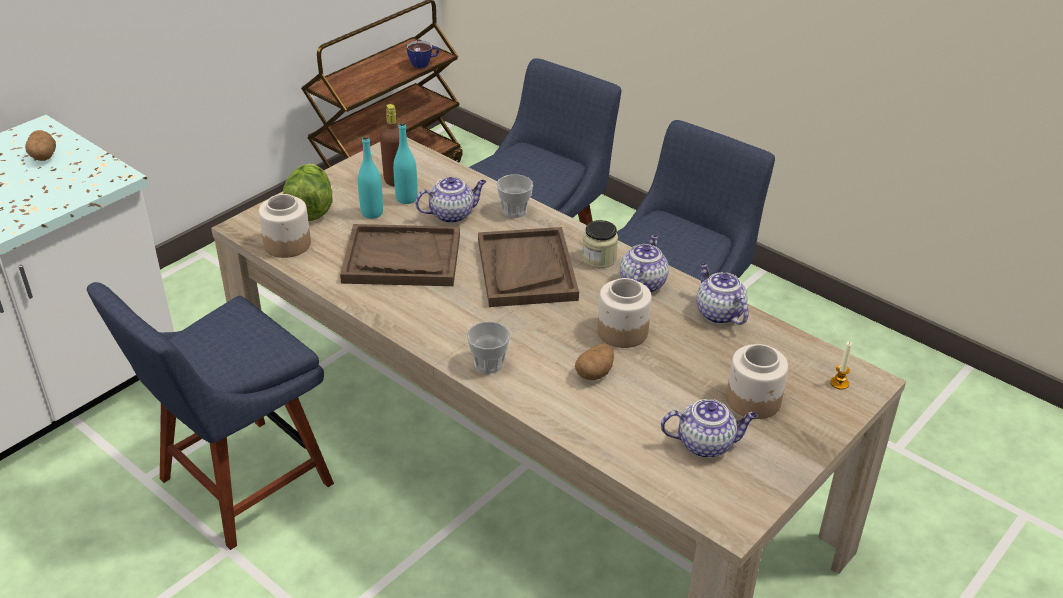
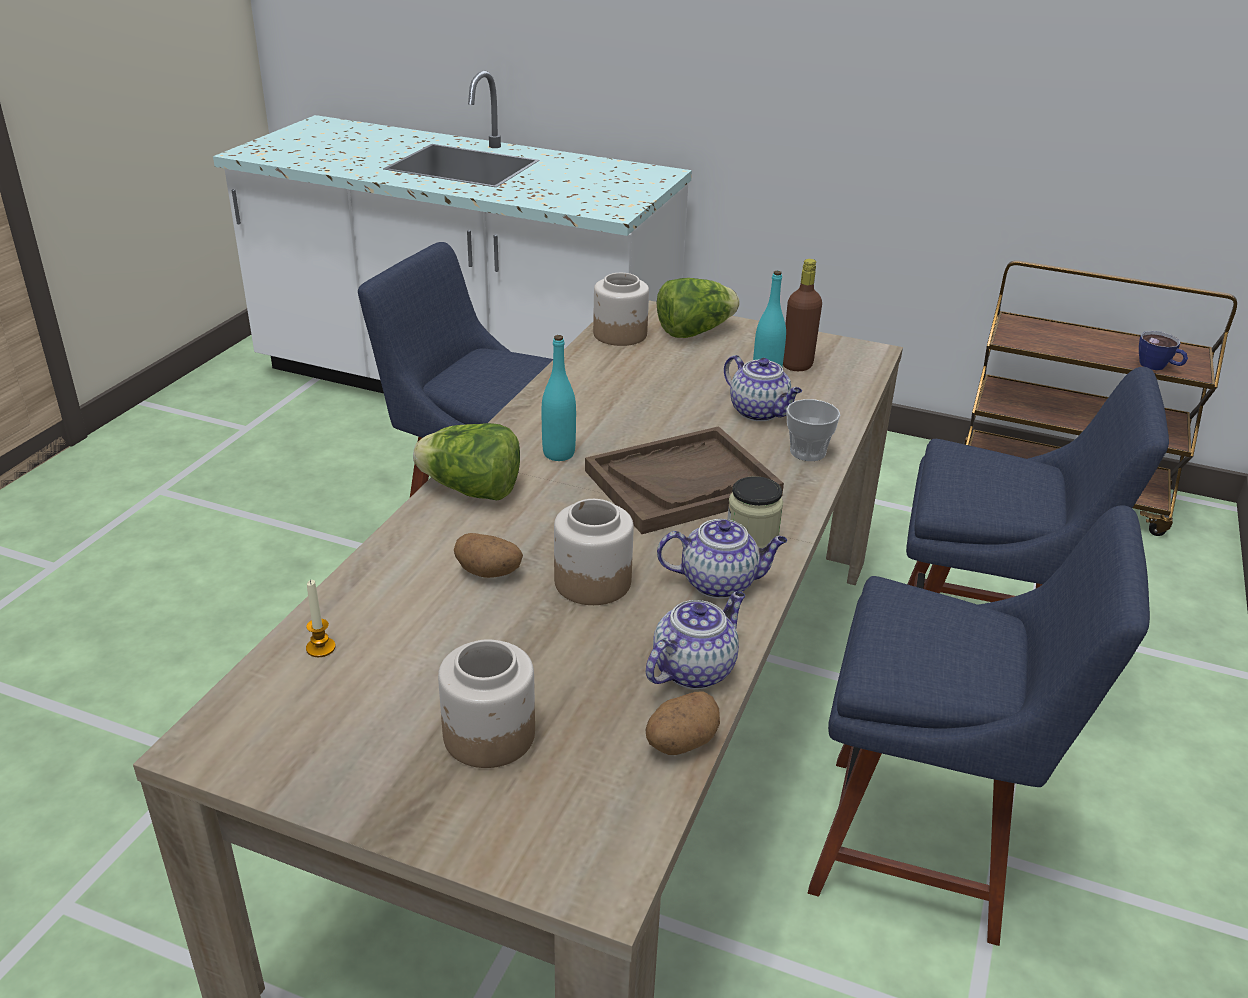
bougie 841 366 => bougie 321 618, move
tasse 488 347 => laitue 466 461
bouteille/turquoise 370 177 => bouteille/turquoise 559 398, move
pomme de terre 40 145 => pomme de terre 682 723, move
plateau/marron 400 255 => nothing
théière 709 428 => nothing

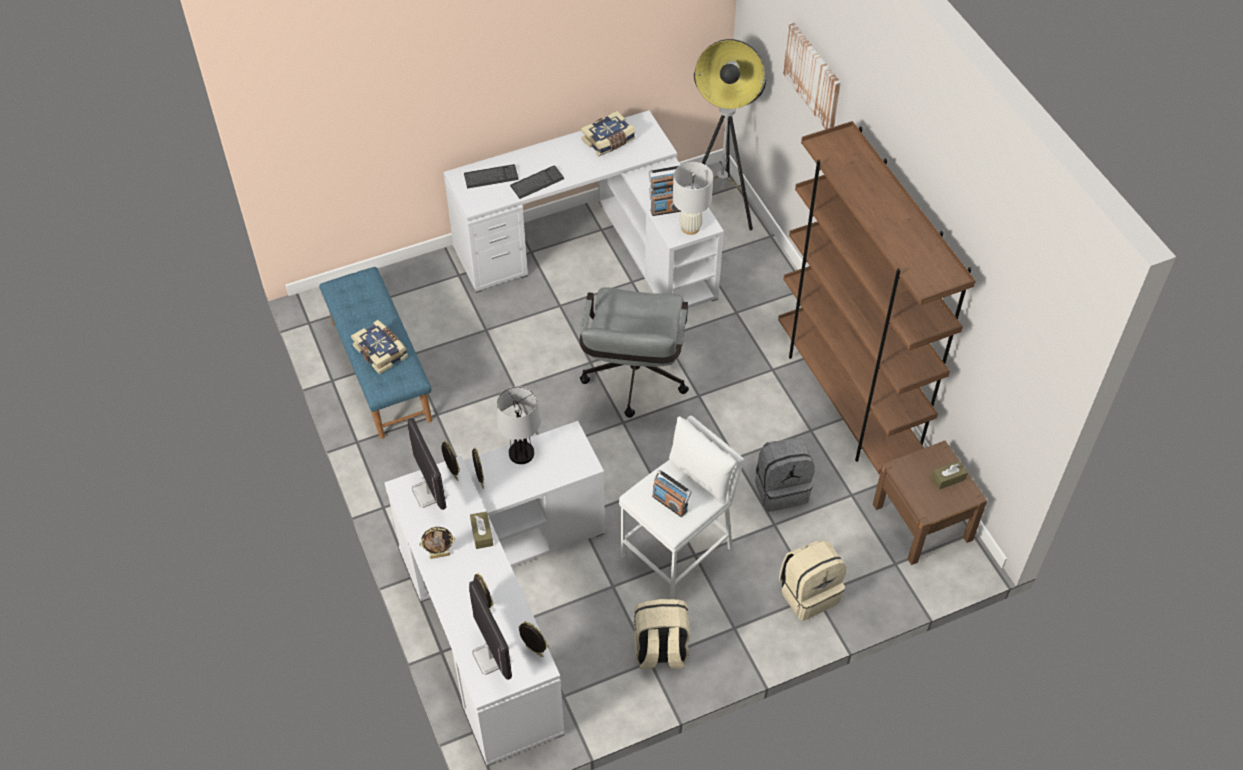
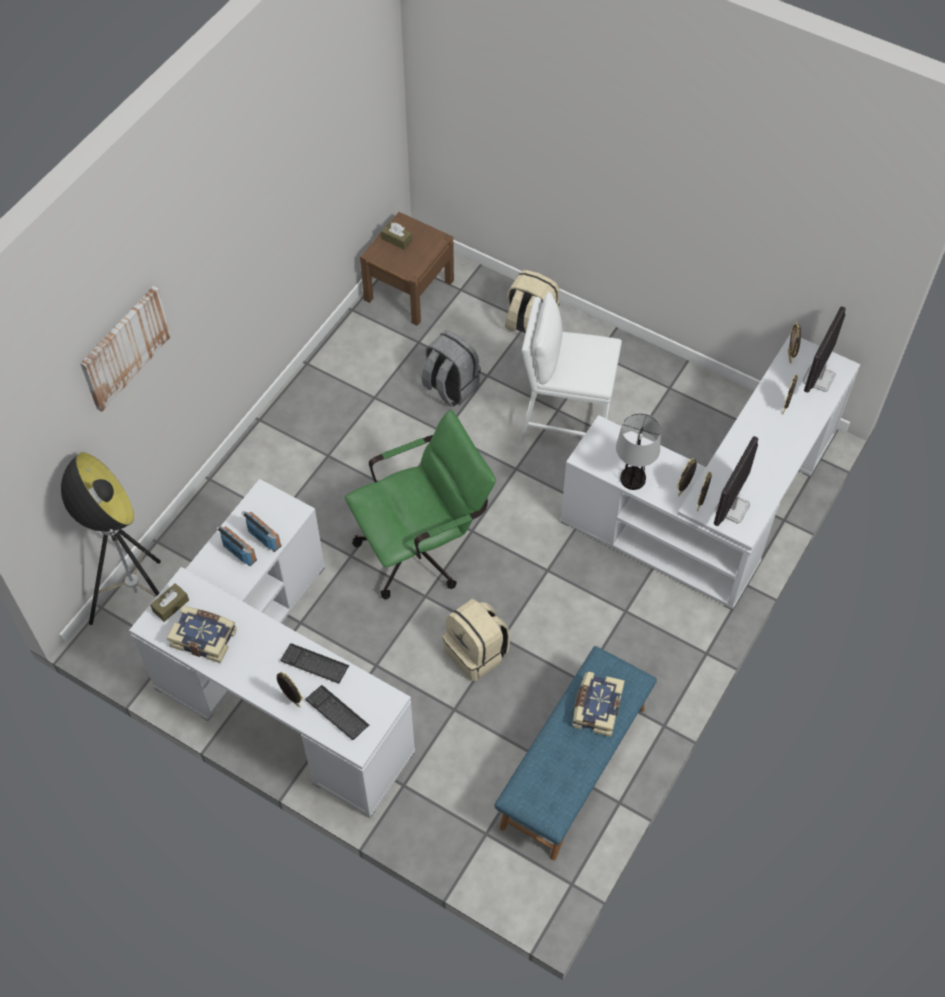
boîte à mouchoirs/marron 481 530 => boîte à mouchoirs/marron 169 602, move
cadre photo 437 543 => cadre photo 290 689, move
chaise de bureau/gris 634 352 => chaise de bureau/vert 420 504
sac à dos/beige 662 634 => sac à dos/beige 476 640, move
radio 671 493 => nothing
lampe de table/blanc 693 198 => nothing
bibliothèque/marron 877 297 => nothing

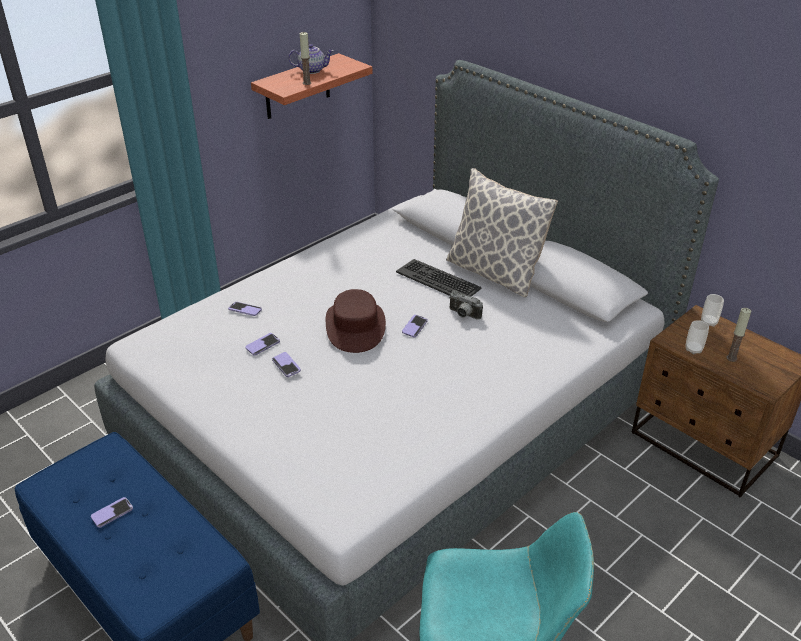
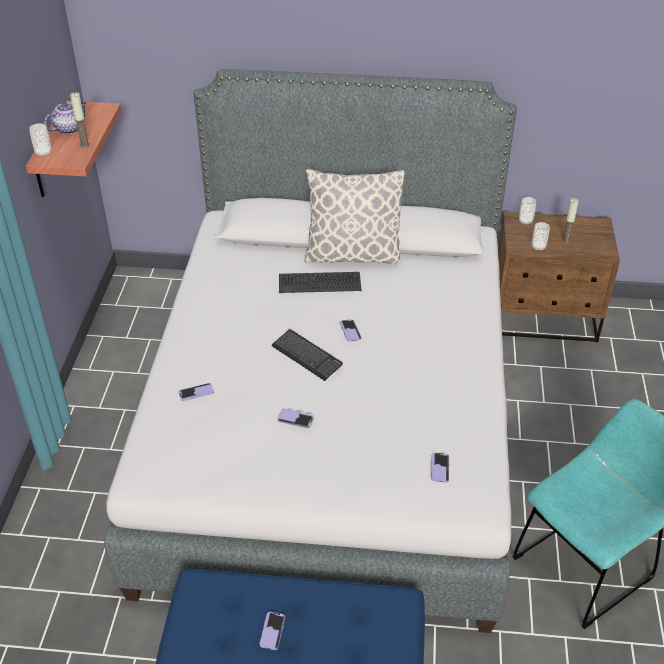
nothing => tasse 40 140
chapeau/marron 356 321 => clavier 307 355
téléphone 263 344 => téléphone 440 467, move
appareil photo 466 305 => nothing

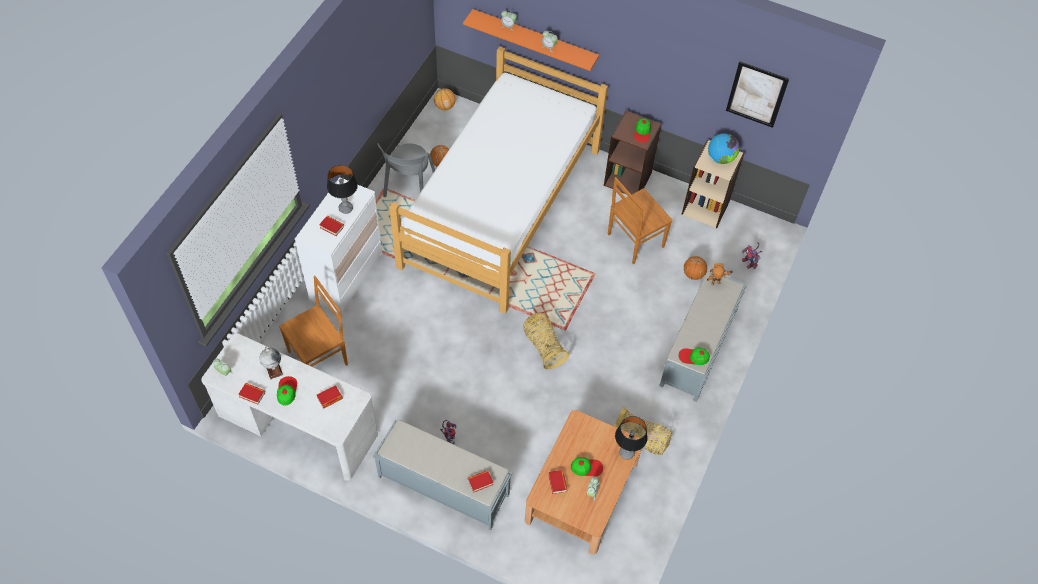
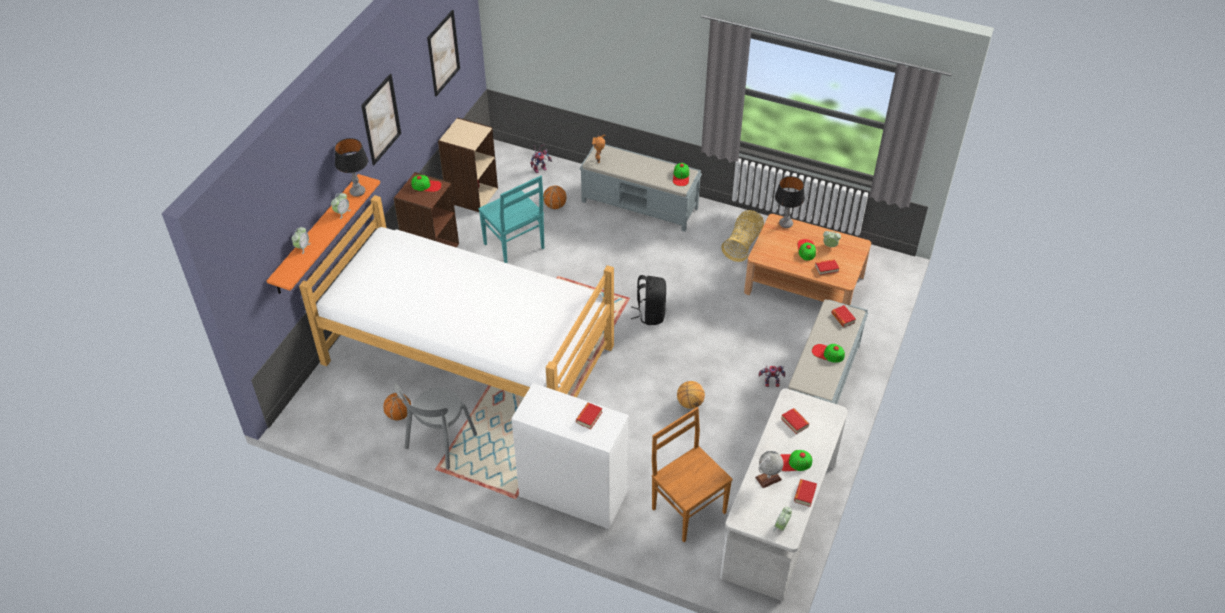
lampe de table 342 189 => lampe de table 351 167, move
nothing => tableau 381 119
chaise/gris 406 170 => chaise/gris 435 426, 105 degrees clockwise
chaise/marron 640 220 => chaise/turquoise 511 219
panier 546 341 => sac à dos/noir 648 300
ballon de basket 445 99 => ballon de basket 691 395, move
nothing => casquette 828 353
globe 723 149 => nothing

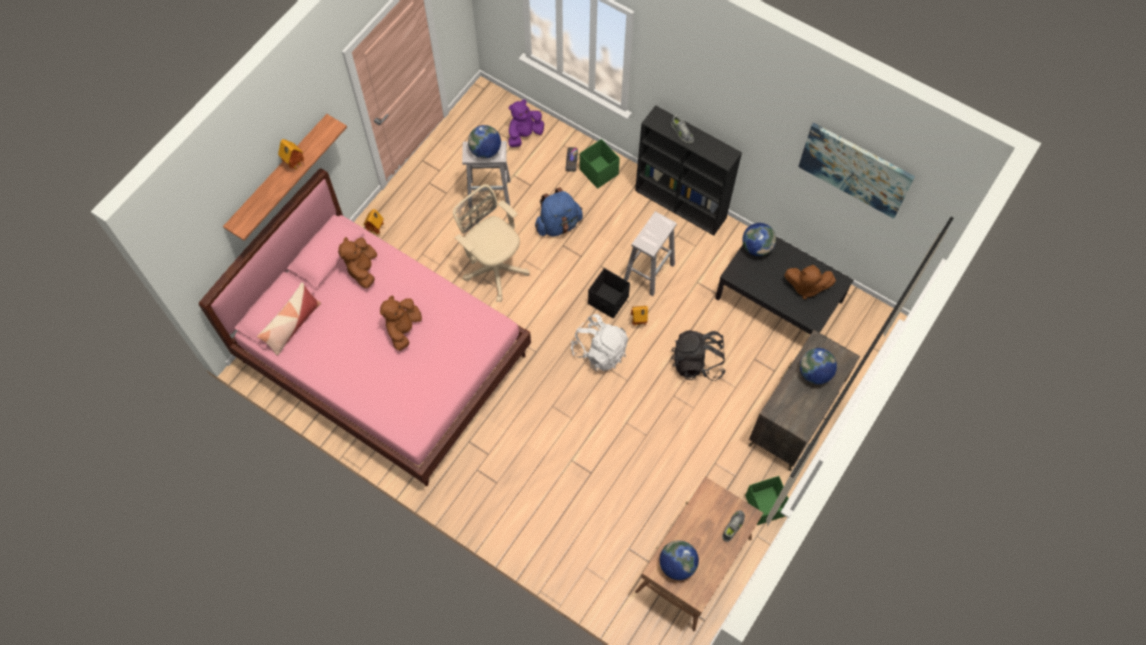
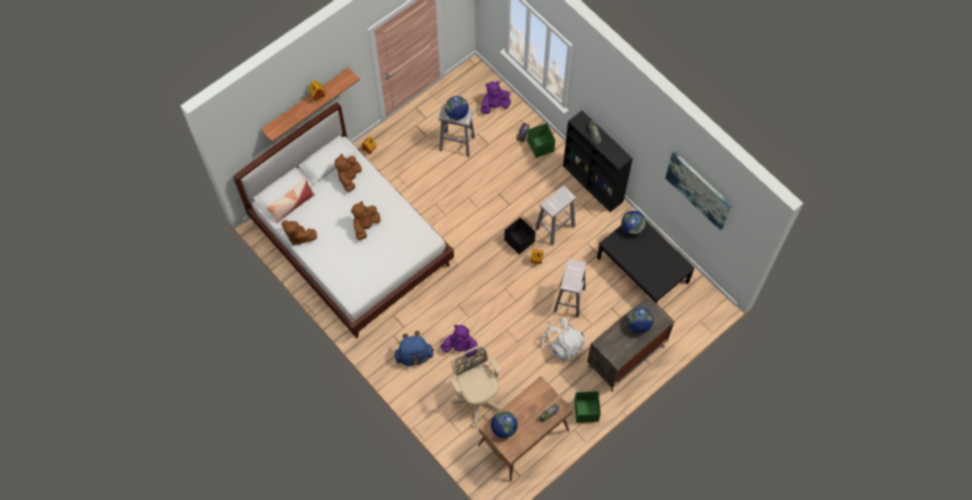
lit/rose 365 327 => lit/blanc 343 220
peluche/marron 810 282 => peluche/marron 299 232, move
sac à dos/bleu 559 212 => sac à dos/bleu 414 348, move
nothing => peluche/violet 459 339
chaise de bureau/beige 491 243 => chaise de bureau/beige 475 386, move
sac à dos/blanc 599 342 => sac à dos/blanc 563 339, move
sac à dos/noir 698 355 => tabouret/blanc 570 288

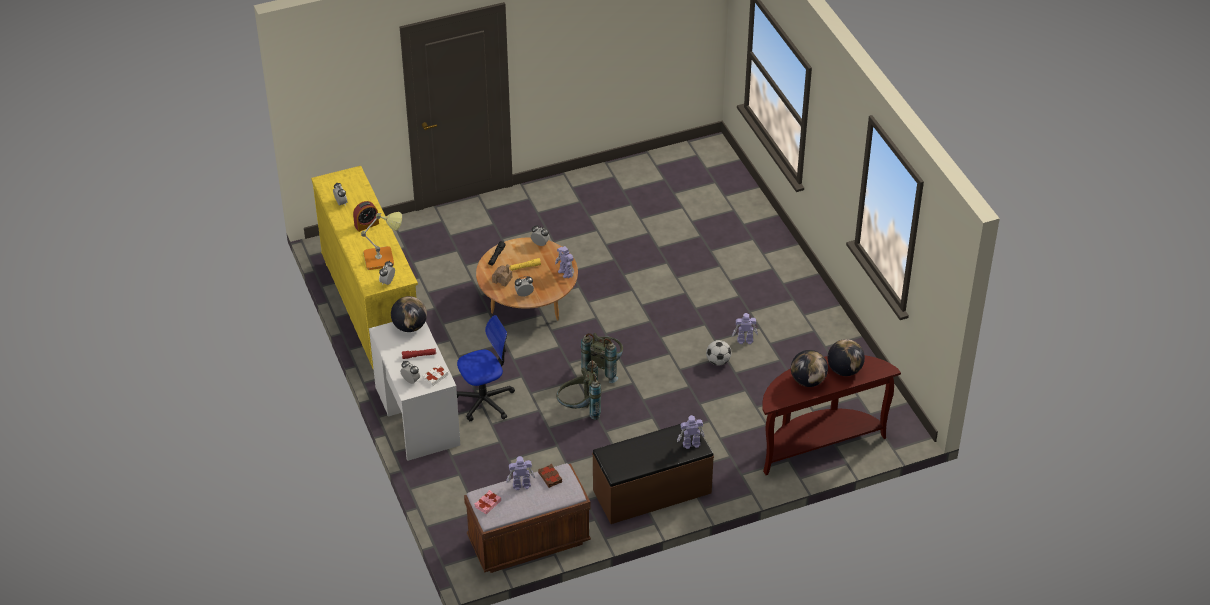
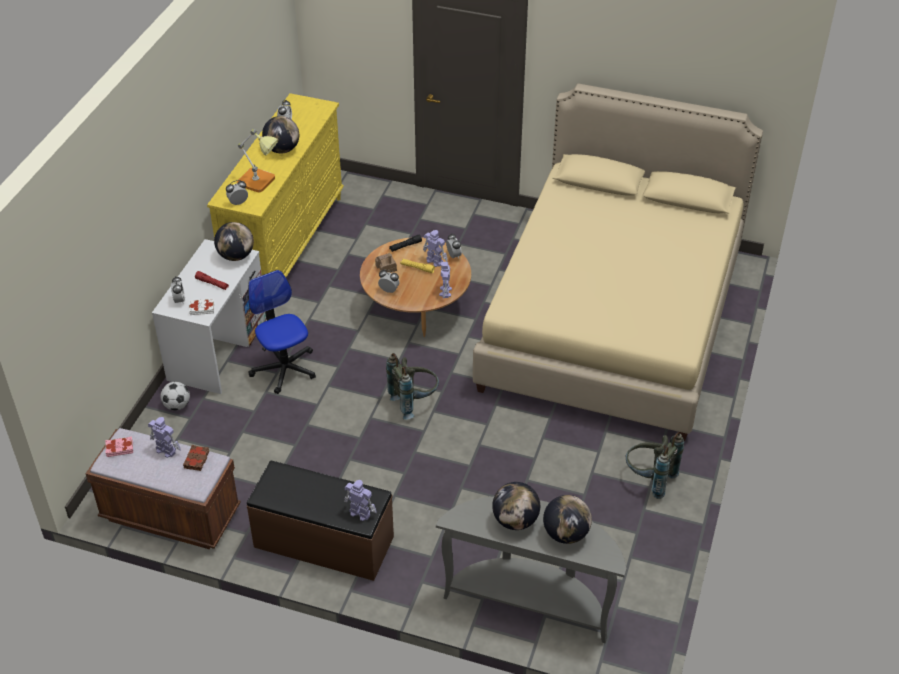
ballon de foot 718 353 => ballon de foot 175 396, move
chaise de bureau 486 368 => chaise de bureau 282 332, 135 degrees counterclockwise
réveil 366 216 => globe 280 134
robot jouet 745 328 => robot jouet 435 248, move
table console/marron 831 415 => table console/gris 531 570
nothing => lit/beige 618 262
sac à dos/gris 579 390 => sac à dos/gris 655 465, move

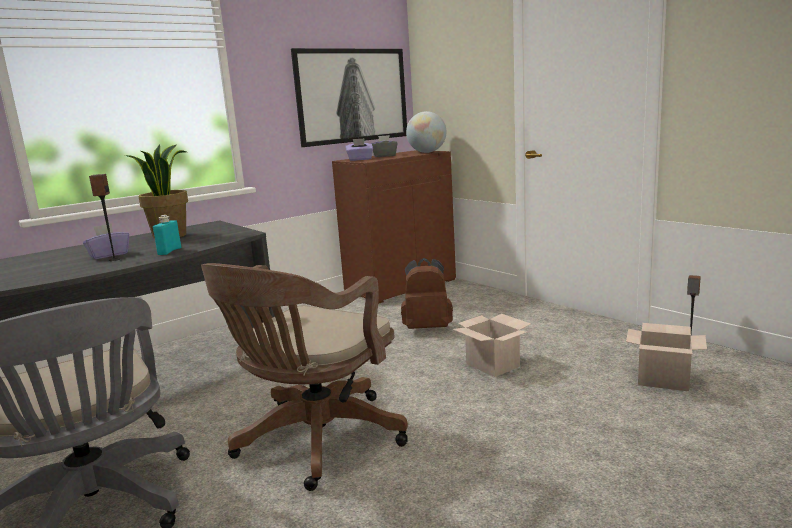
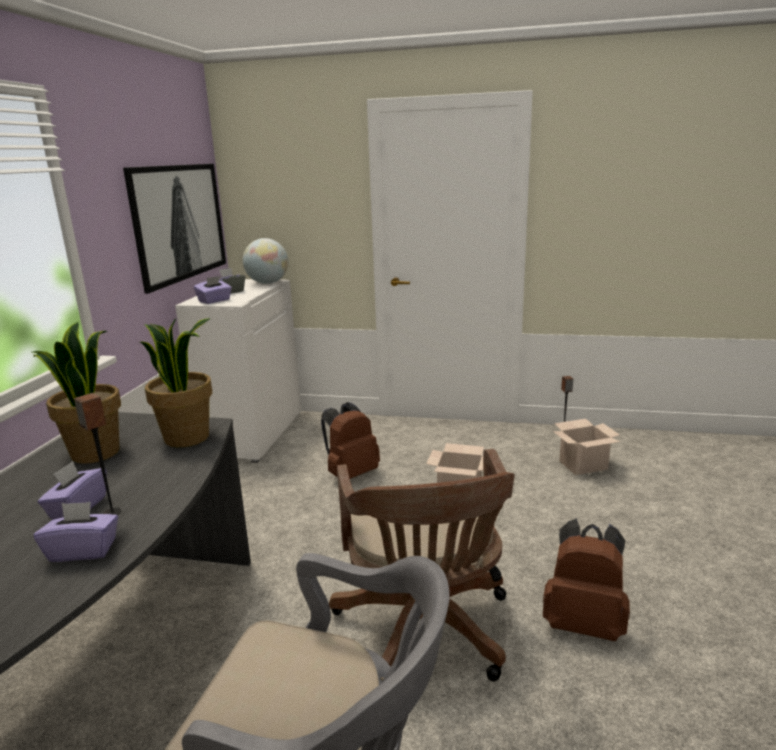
nothing => boîte à mouchoirs/violet 76 532
nothing => plante en pot 176 382
meuble de rangement/marron 394 227 => meuble de rangement/blanc 238 371
nothing => sac à dos/marron 586 579
bouteille/turquoise 167 235 => nothing

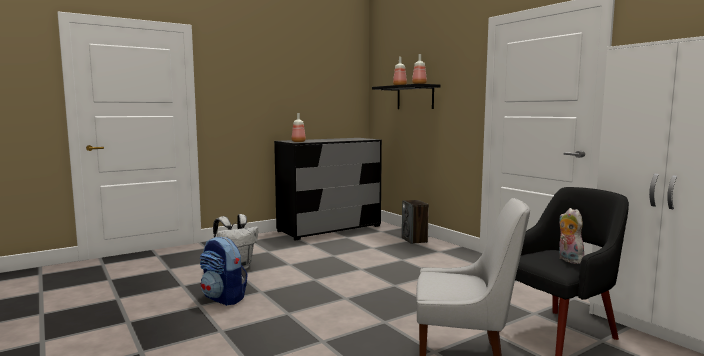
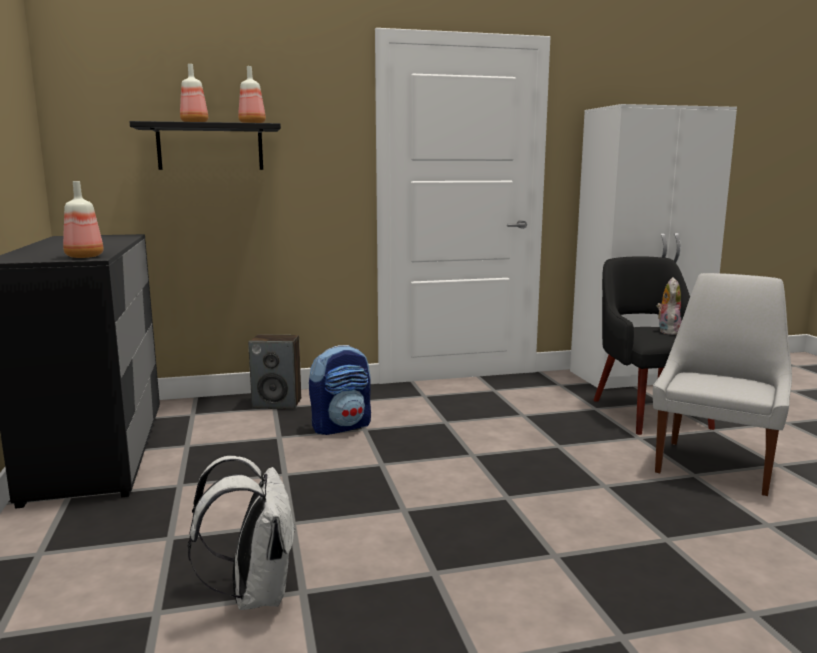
sac à dos 224 271 => sac à dos 340 390, move
peluche 571 236 => peluche 669 306, 105 degrees clockwise

